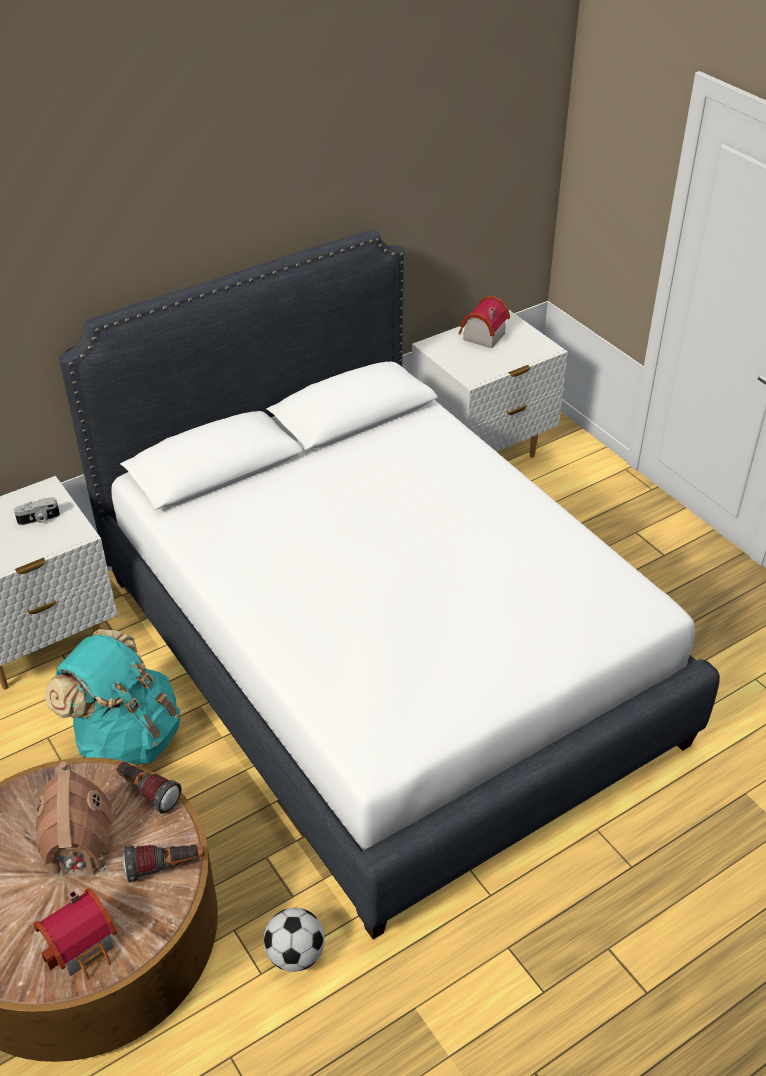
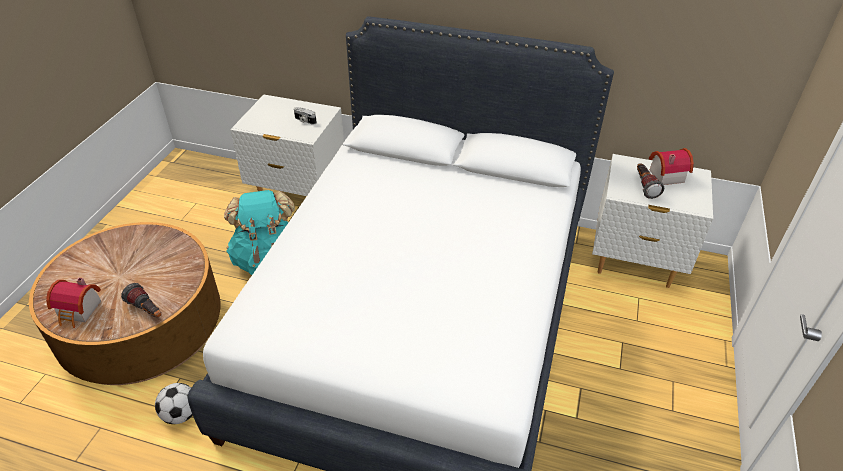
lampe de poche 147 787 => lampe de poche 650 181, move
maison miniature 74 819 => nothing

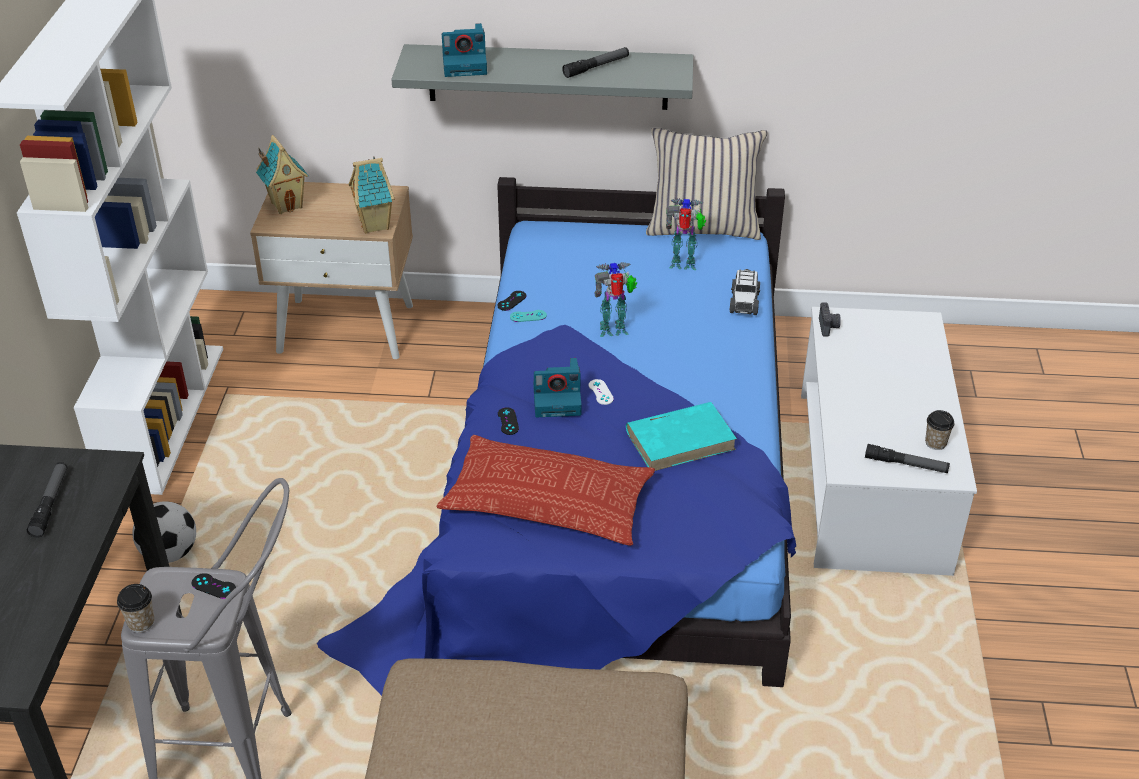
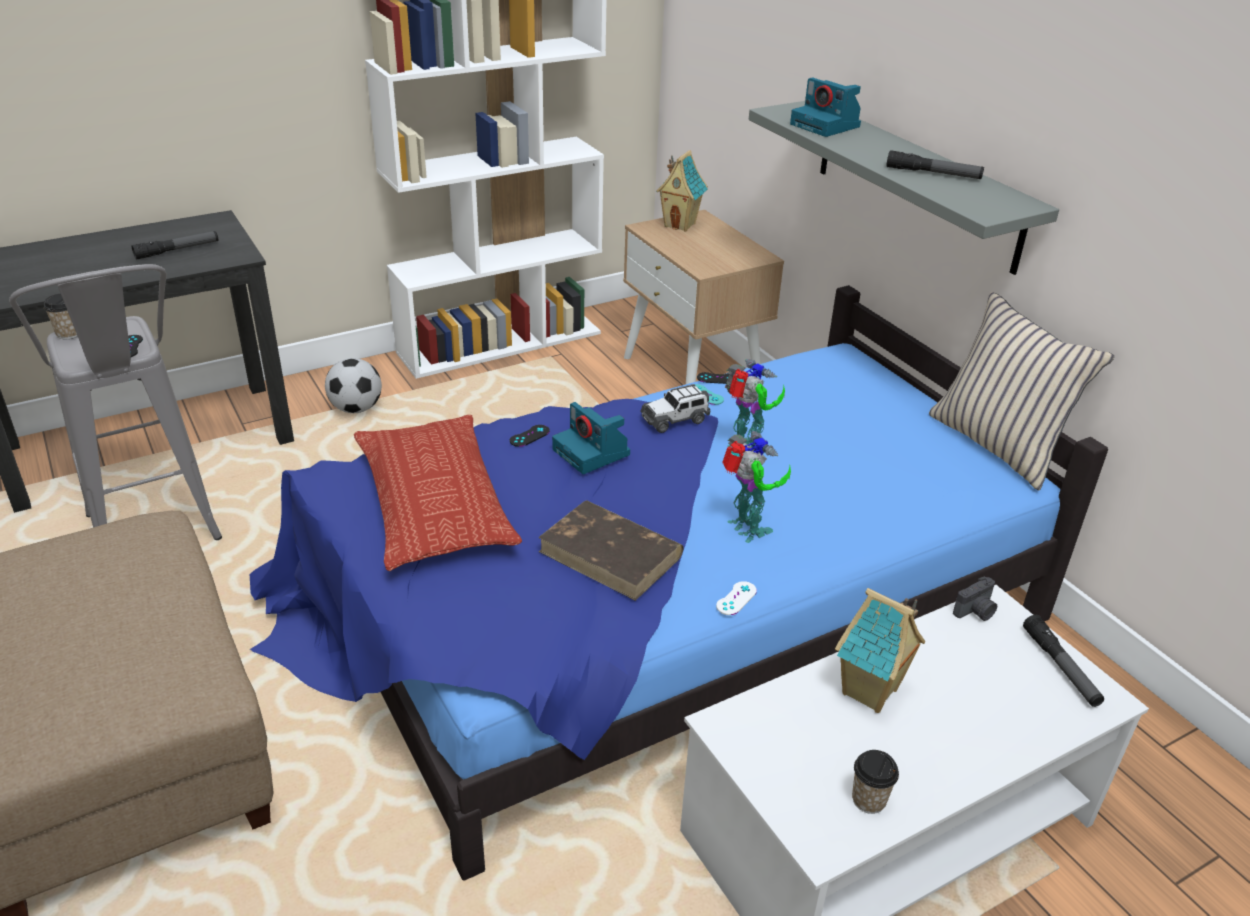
livre/turquoise 681 436 => livre/marron 611 551
petite voiture 744 292 => petite voiture 675 408, move
manette/blanc 601 392 => manette/blanc 736 598, move
robot jouet 686 234 => robot jouet 756 487, move
maison miniature 371 194 => maison miniature 880 650, move
lampe de poche 907 458 => lampe de poche 1063 661, move

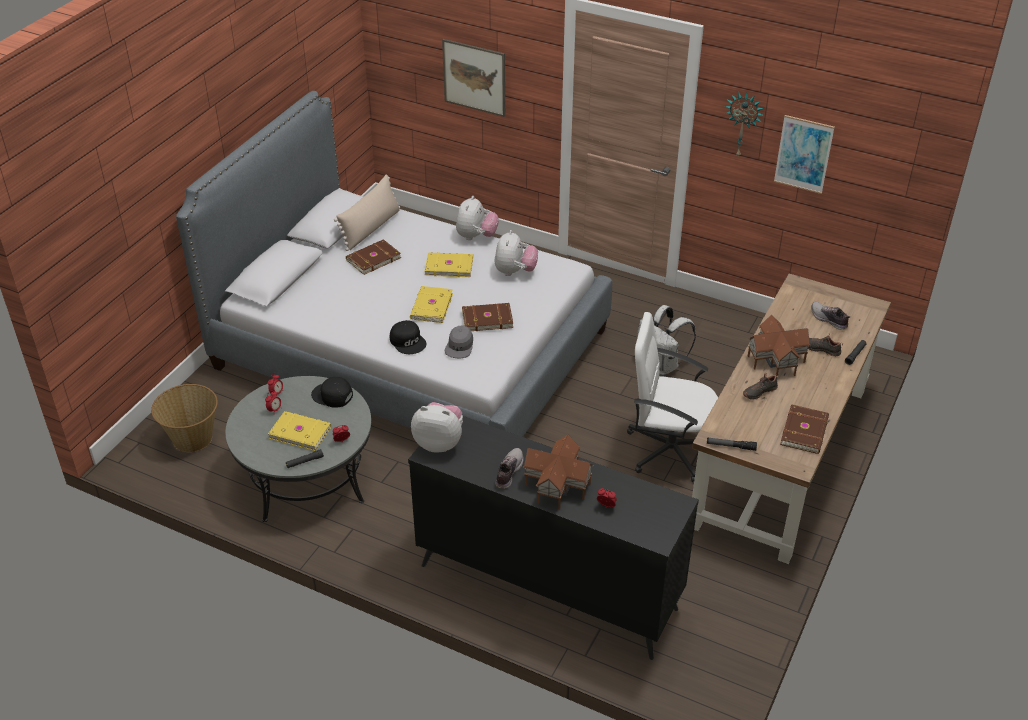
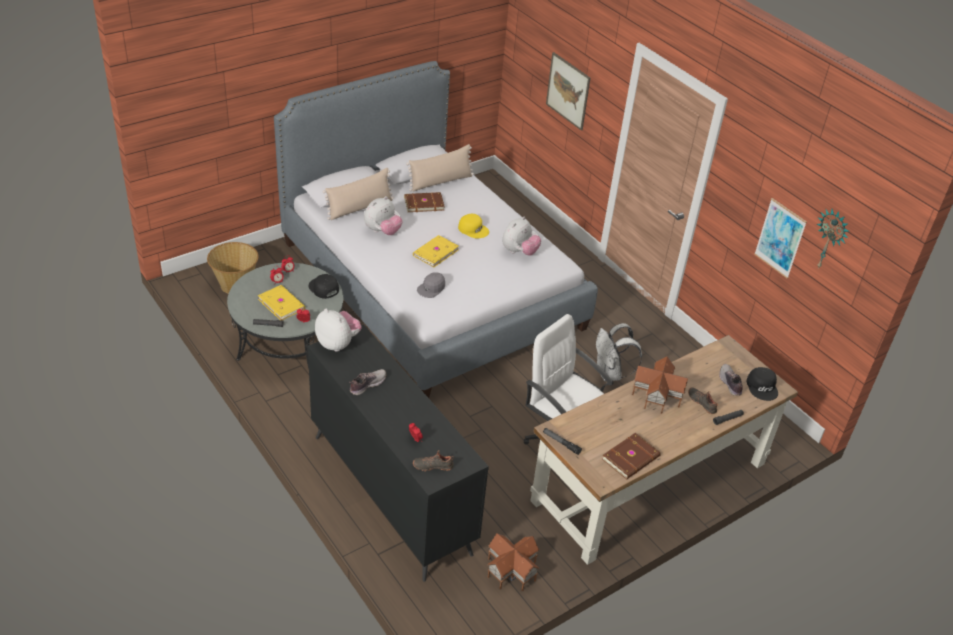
nothing => coussin/beige 358 194
peluche 477 218 => peluche 383 215, move
chaussure/noir 761 386 => chaussure/noir 433 460, move
livre/jaune 449 264 => casquette/jaune 473 226
maison miniature 558 471 => maison miniature 514 562, move
casquette/noir 408 337 => casquette/noir 762 384, move
horloge murale 744 124 => horloge murale 833 239, move
livre/marron 487 317 => nothing

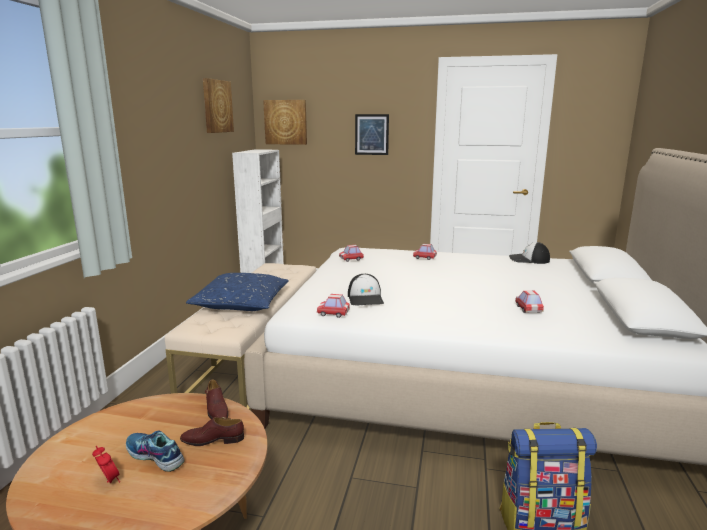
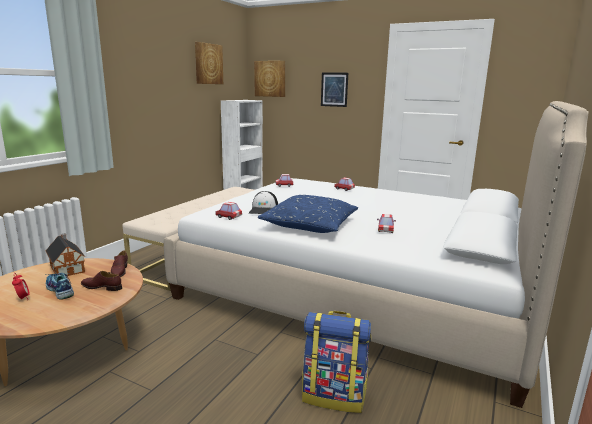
nothing => maison miniature 65 254
coussin/bleu 237 292 => coussin/bleu 308 214, move
casquette 529 253 => nothing

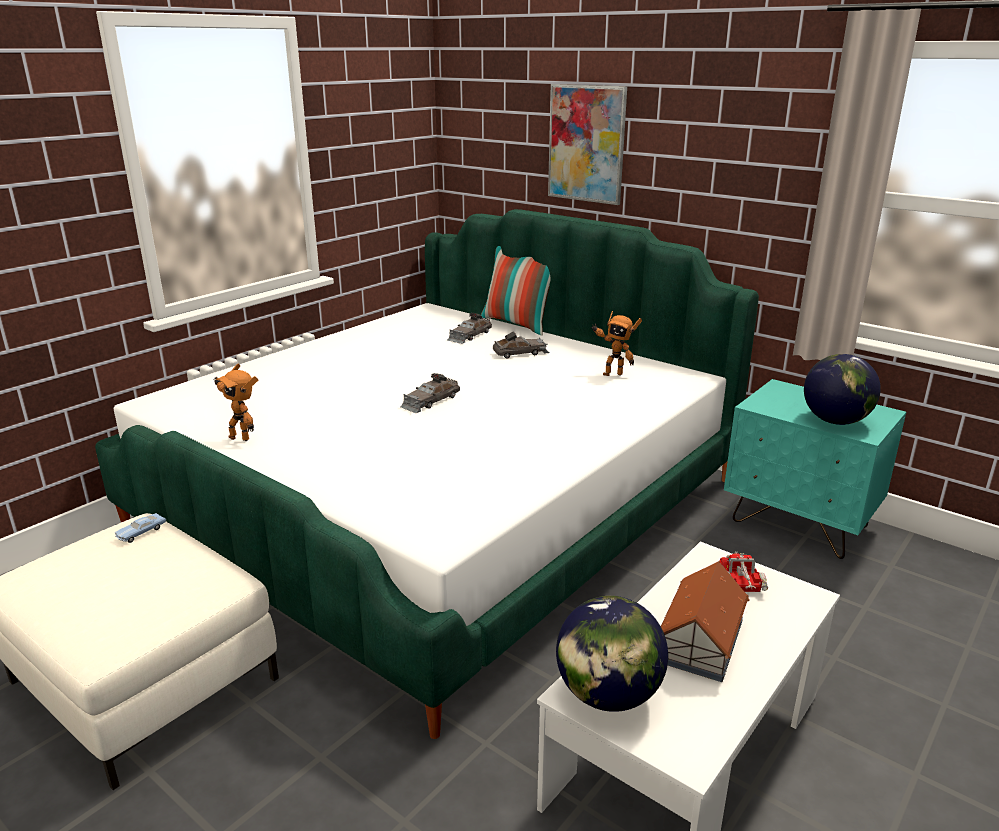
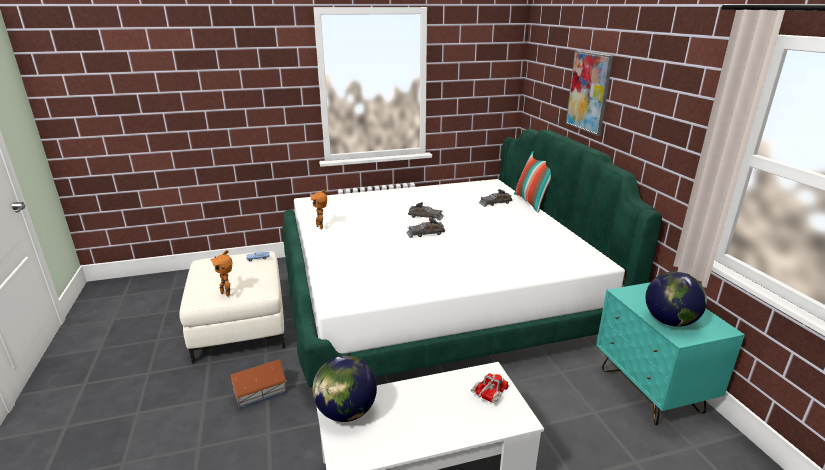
robot jouet 616 343 => robot jouet 221 273, move
maison miniature 705 621 => maison miniature 258 384, move
petite voiture/gris 521 345 => petite voiture/gris 426 211, move

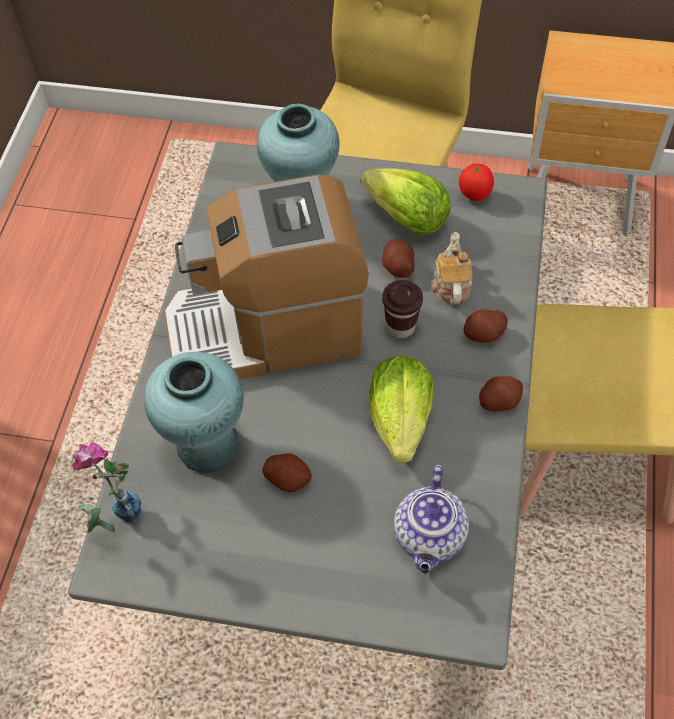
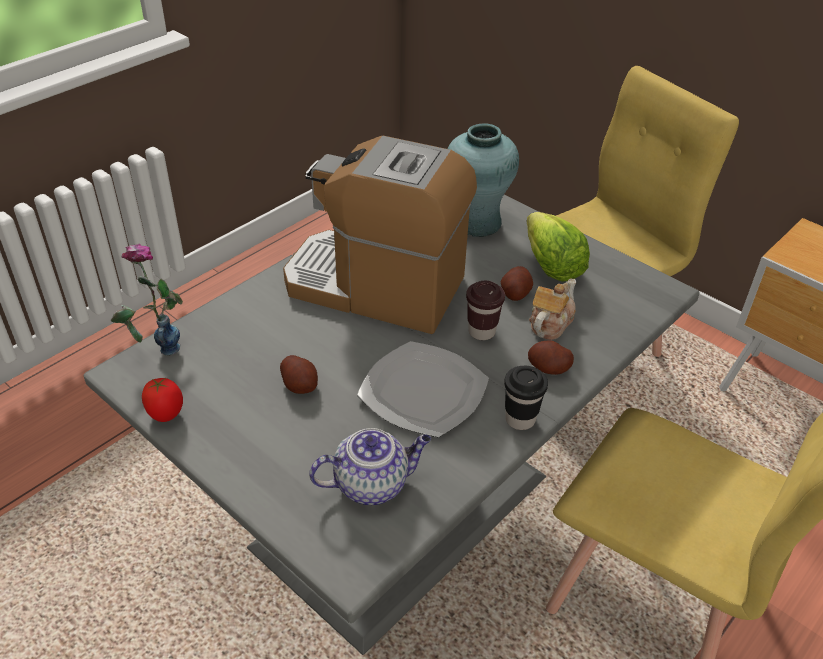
tomate 476 182 => tomate 162 400, move
théière 431 519 => théière 370 466, 150 degrees counterclockwise
laitue 401 409 => assiette 423 389
pomme de terre 501 393 => tasse/noir 526 398
vase/turquoise 194 412 => nothing

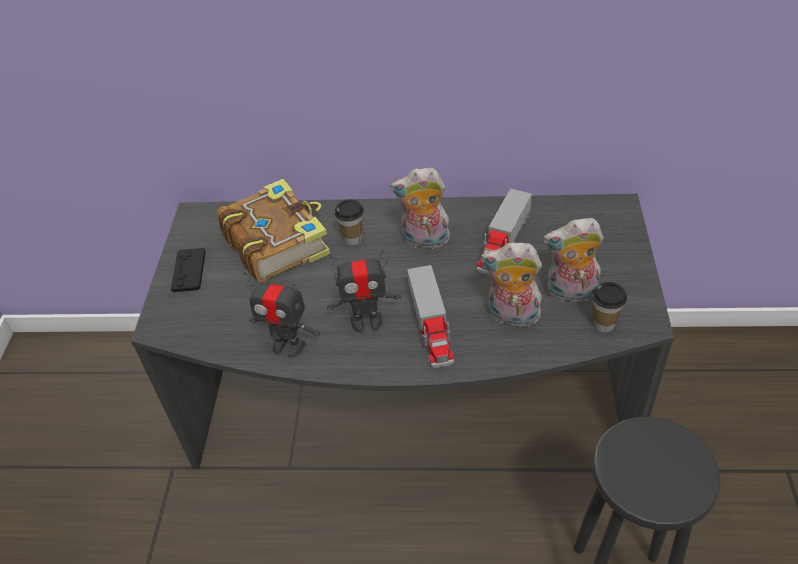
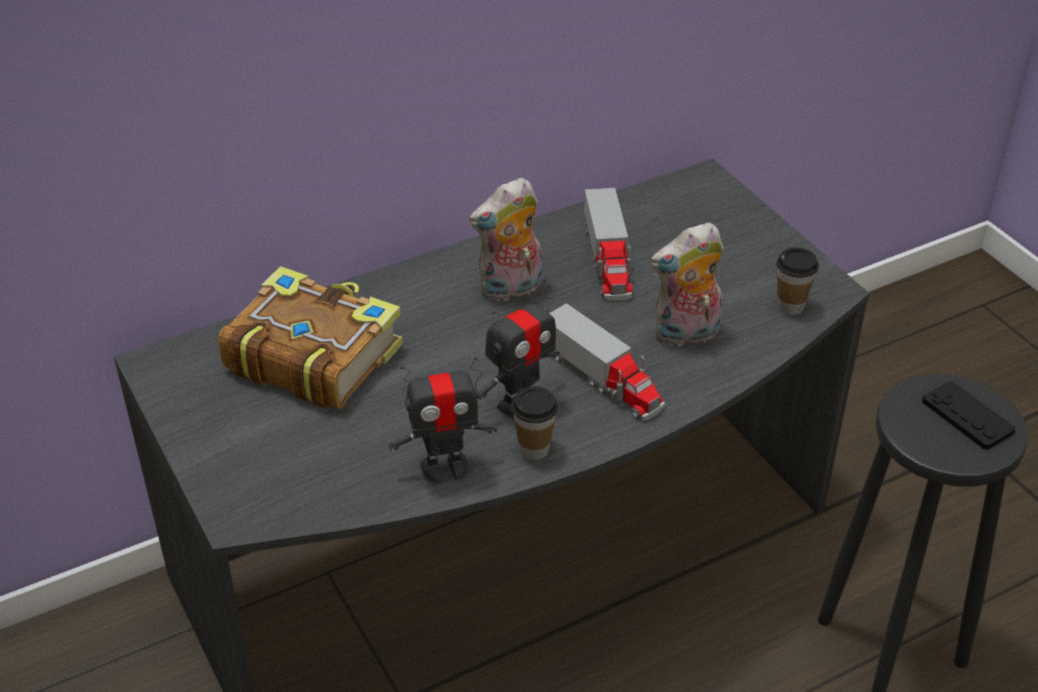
tasse 349 222 => tasse 534 423, move
manette/noir 188 270 => manette/noir 968 415, move
peluche 573 260 => nothing

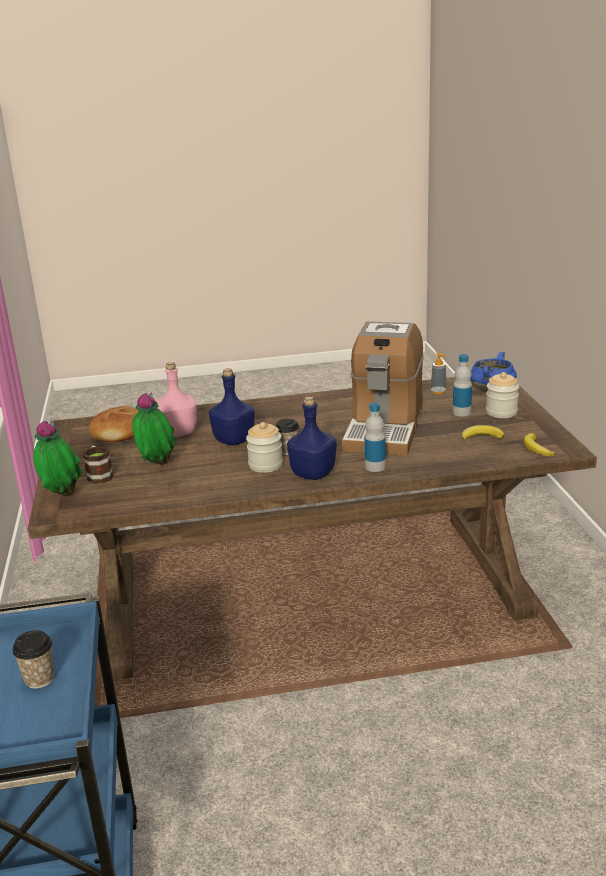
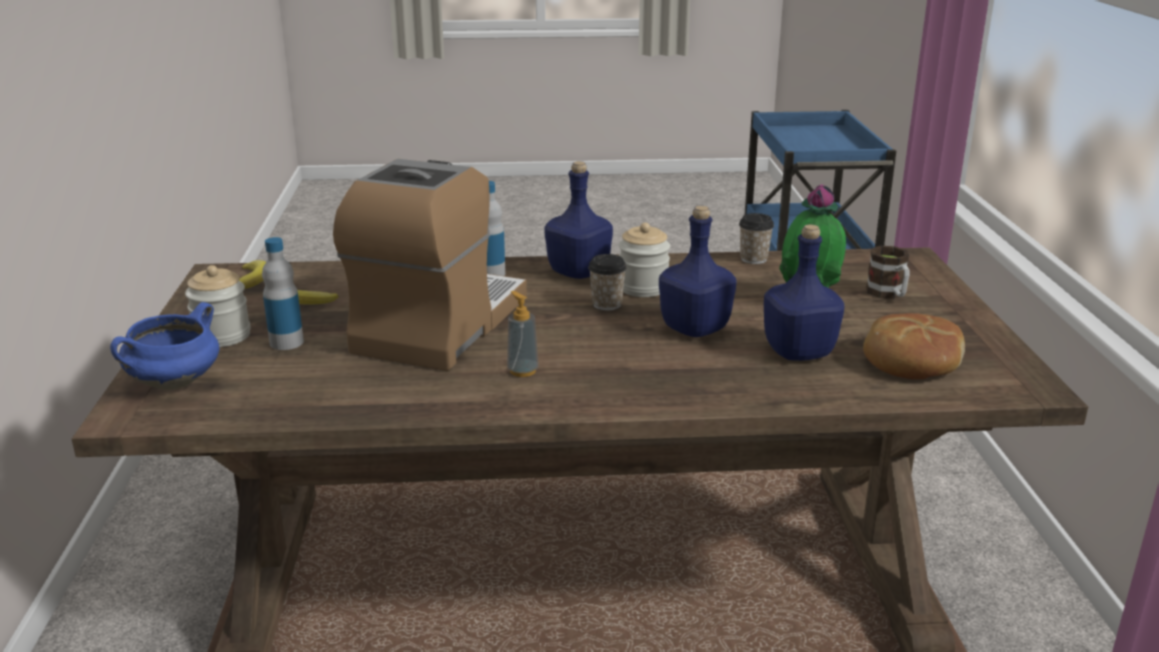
distributeur de savon 438 373 => distributeur de savon 523 334, move
tasse 33 659 => tasse 756 238, move
bouteille/rose 176 399 => bouteille/bleu 804 292
plante en pot 57 458 => nothing

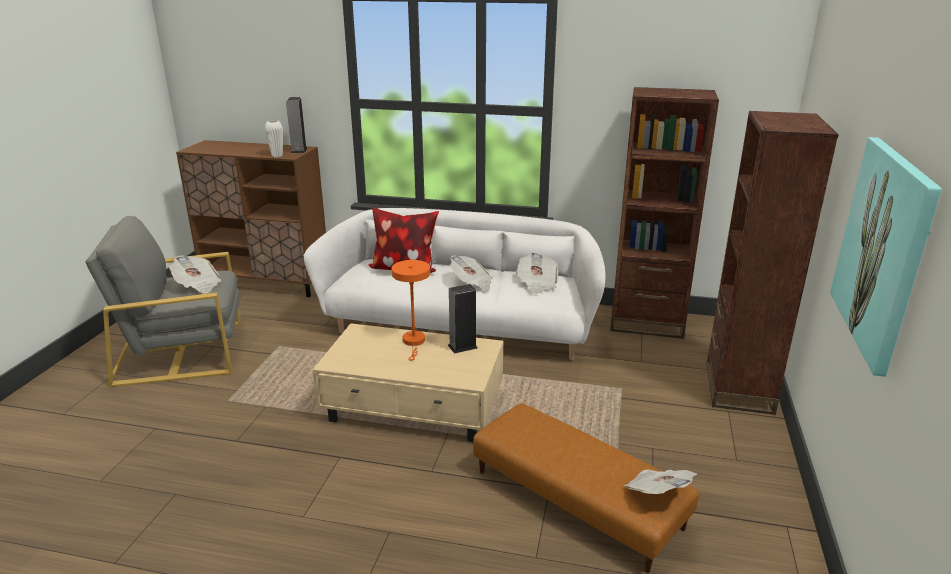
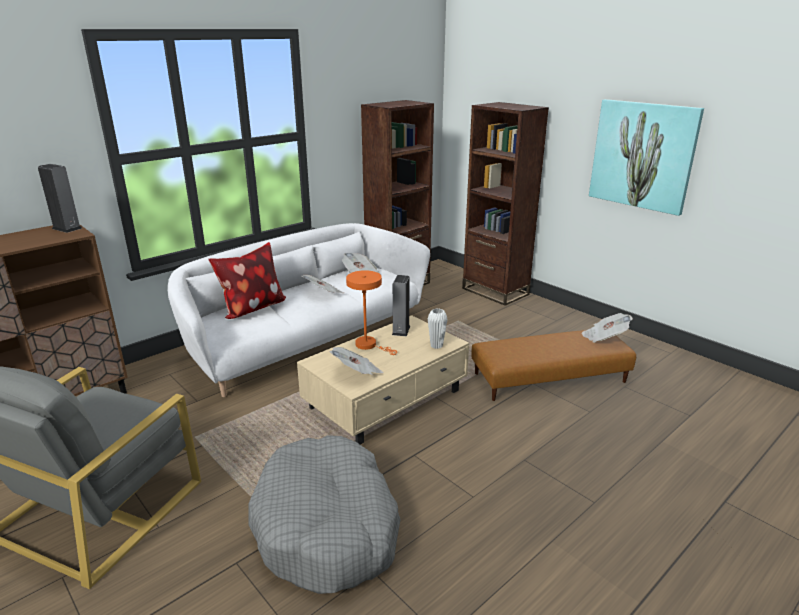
nothing => panier pour chien/gris 325 514
journal 195 274 => journal 356 361, move
vase/blanc 274 138 => vase/blanc 438 328, move

